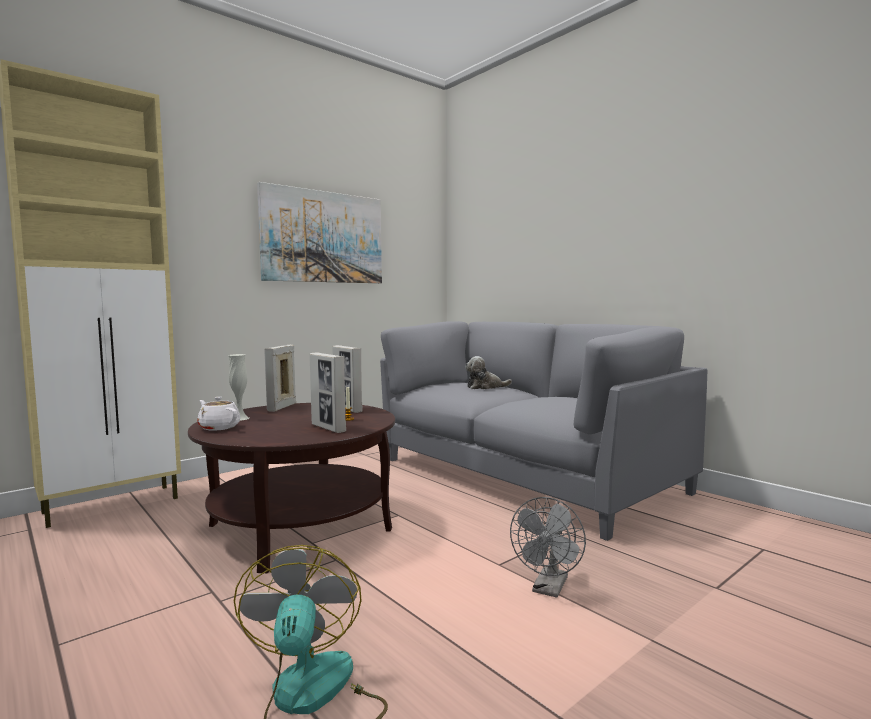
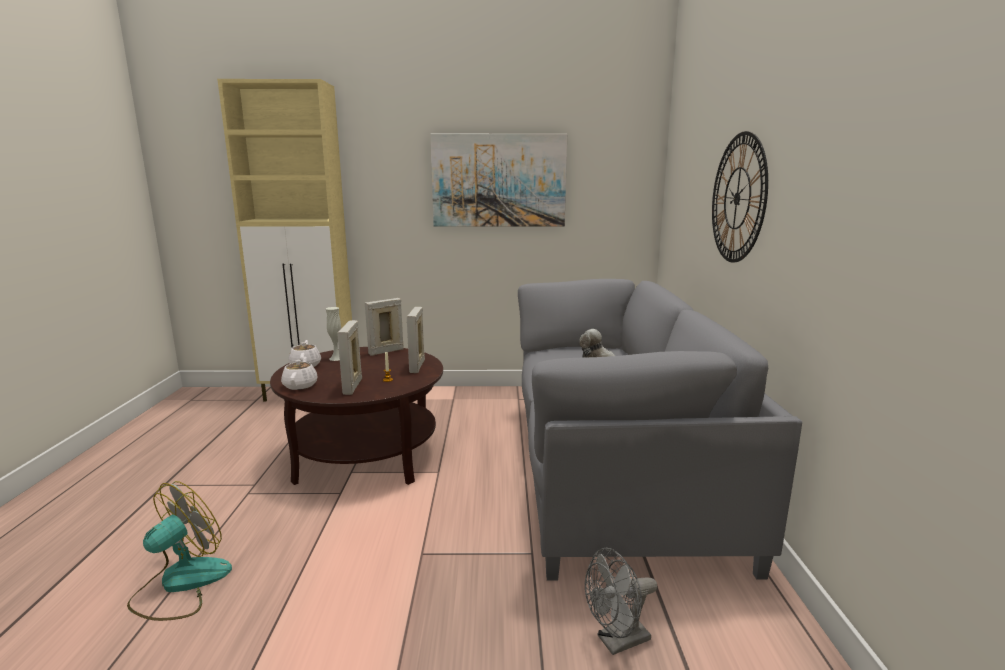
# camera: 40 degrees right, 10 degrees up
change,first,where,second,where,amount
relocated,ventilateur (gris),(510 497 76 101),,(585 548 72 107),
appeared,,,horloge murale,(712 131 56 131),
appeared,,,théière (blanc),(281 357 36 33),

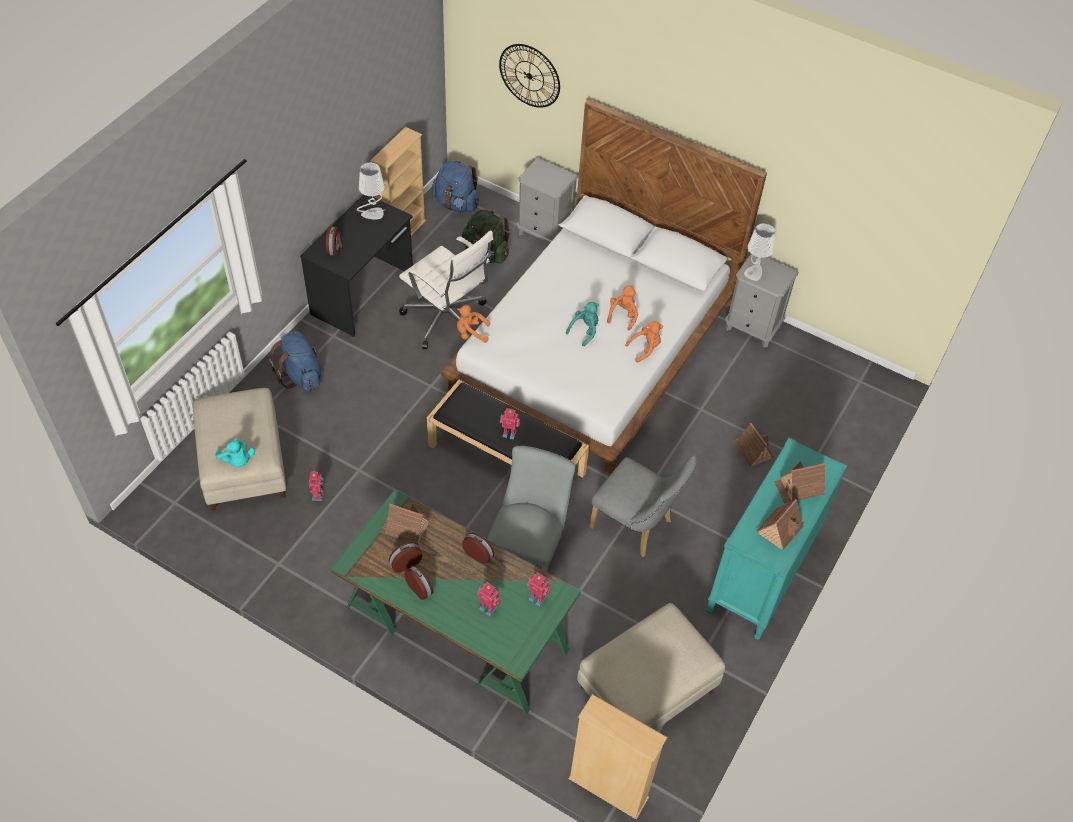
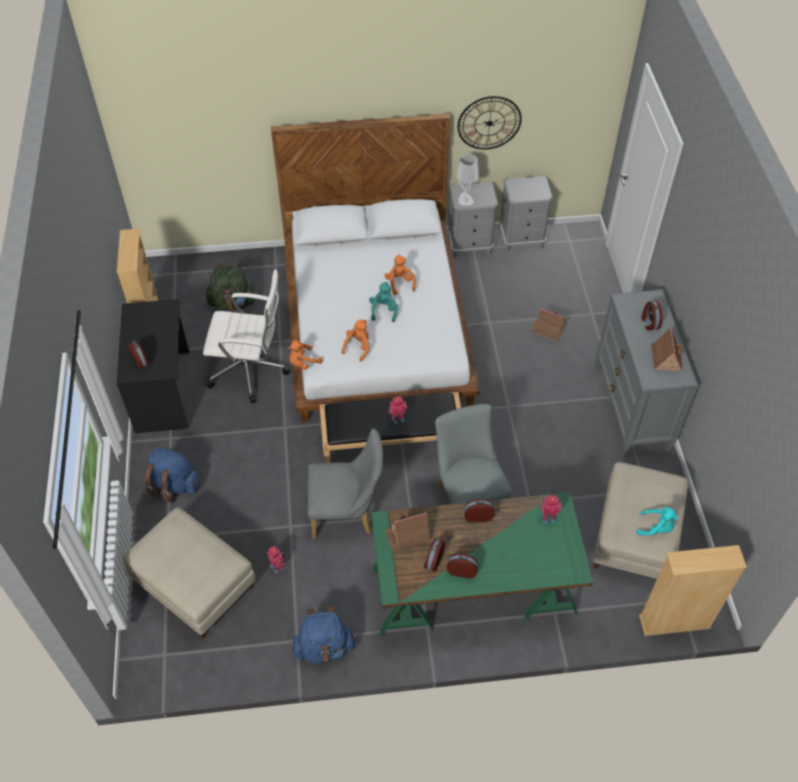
# camera: 35 degrees left, 0 degrees up
change,first,where,second,where,amount
relocated,horloge murale,(499 44 61 64),,(458 96 64 53),
relocated,table de chevet (gris),(516 158 62 85),,(499 176 54 76),
relocated,sac à dos (bleu),(432 161 47 51),,(292 605 65 59),
missing,lampe de table (gris),(357 163 28 57),,,
relocated,peluche (orange),(625 321 38 42),,(342 320 28 41),
relocated,peluche (turquoise),(215 438 40 29),,(636 507 42 29),
colour,commode (turquoise),(707 438 140 202),commode (gris),(595 289 103 169),
relocated,chaise (gris),(589 455 108 102),,(308 428 75 111),
exchanged,maison miniature,(774 461 52 43),réveil,(642 301 20 30),
missing,robot jouet,(477 582 24 34),,,

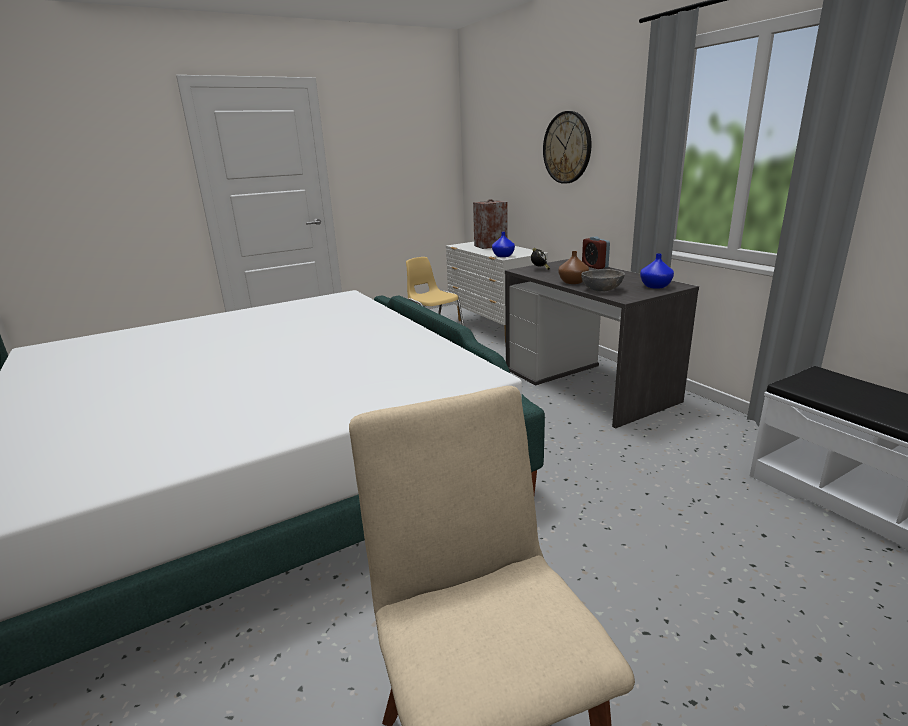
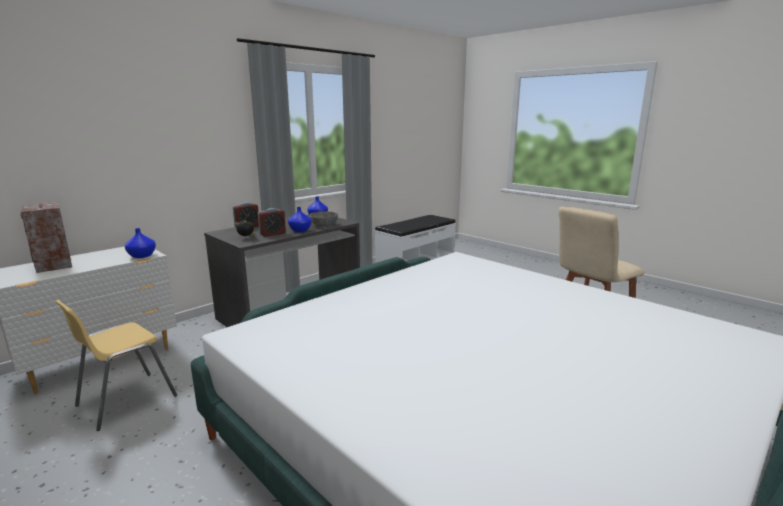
# camera: 105 degrees left, 5 degrees down
change,first,where,second,where,amount
missing,horloge murale,(543 111 49 73),,,
colour,vase (marron),(559 251 30 33),vase (bleu),(288 207 24 25),
appeared,,,réveil,(258 208 28 29),

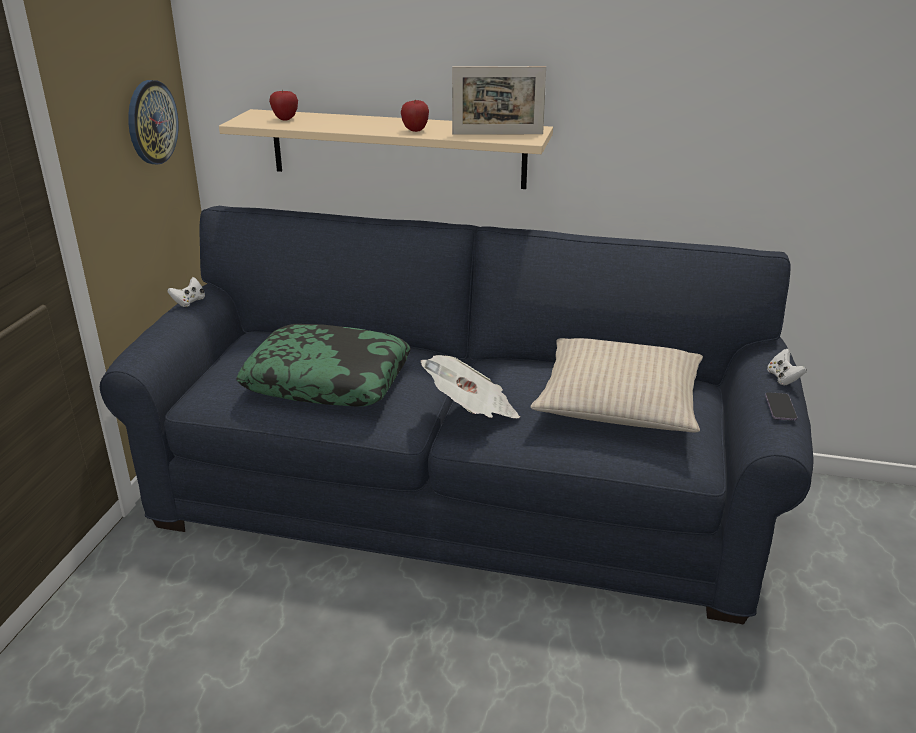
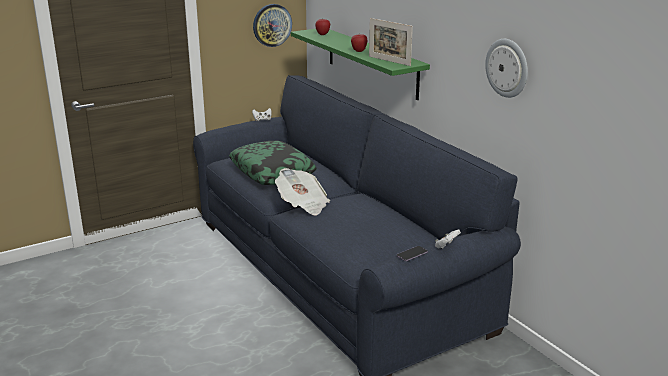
# camera: 45 degrees right, 5 degrees down
change,first,where,second,where,amount
colour,étagère (beige),(219 109 334 80),étagère (vert),(291 29 139 71),
missing,coussin (beige),(530 338 173 94),,,
appeared,,,horloge murale,(485 39 43 59),

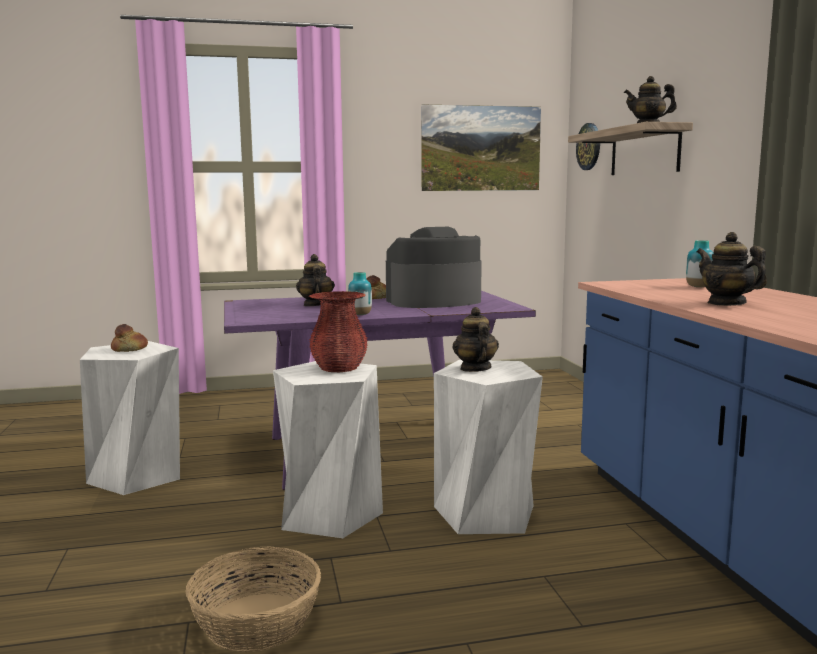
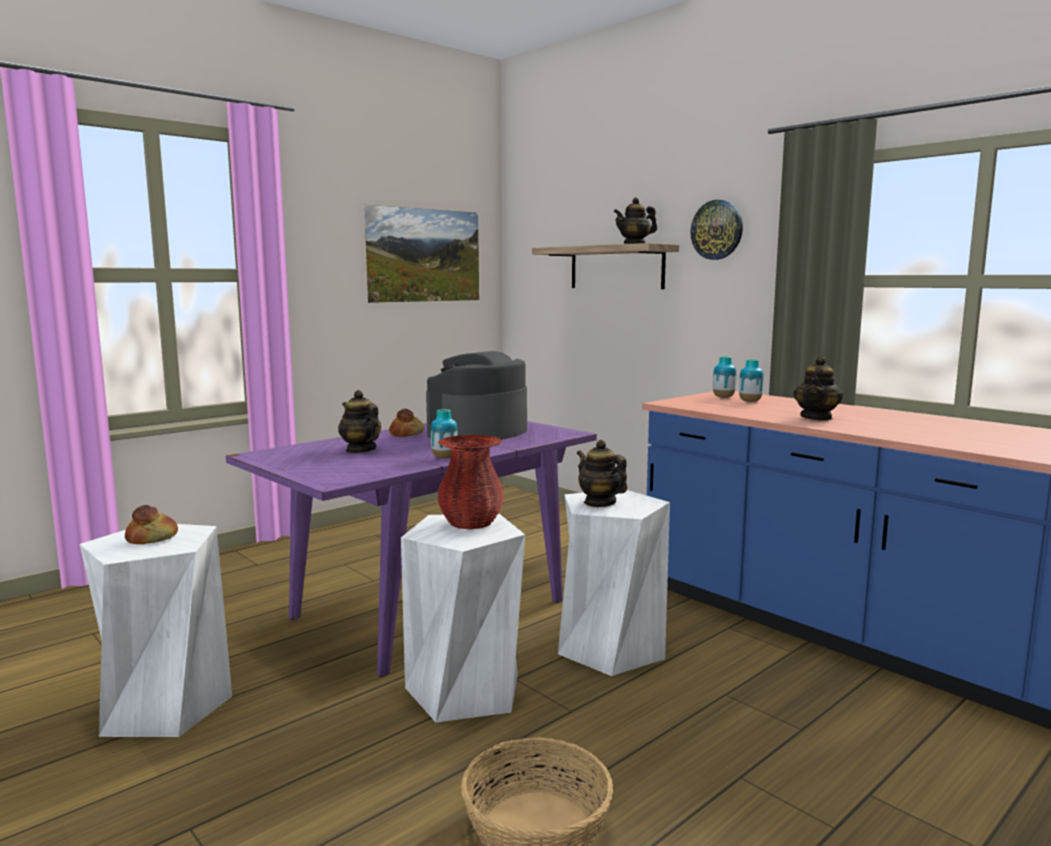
# camera: 30 degrees left, 0 degrees up
change,first,where,second,where,amount
relocated,horloge murale,(576 123 24 47),,(691 200 52 60),
spun,théière,(697 232 70 74),,(793 356 50 65),90 degrees counterclockwise
appeared,,,vase,(713 357 23 41),

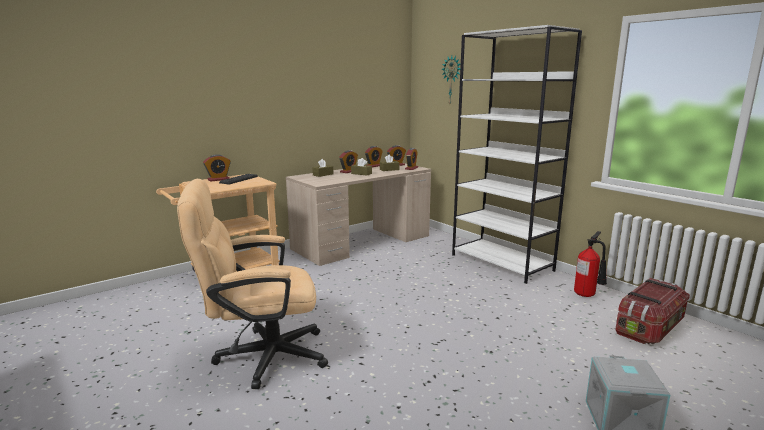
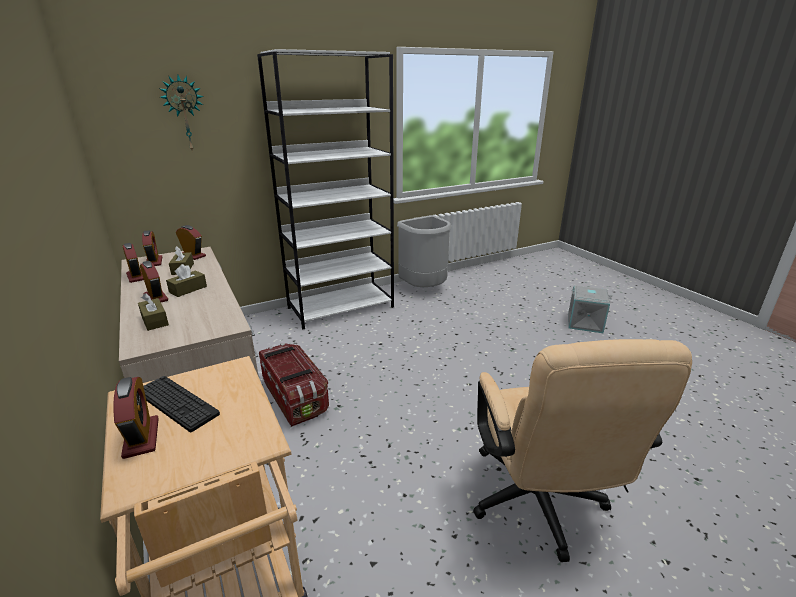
# camera: 80 degrees left, 10 degrees up
change,first,where,second,where,amount
exchanged,extincteur,(574 231 33 66),poubelle (gris),(397 215 55 72),
relocated,boîte de rangement,(615 278 75 66),,(259 343 70 84),

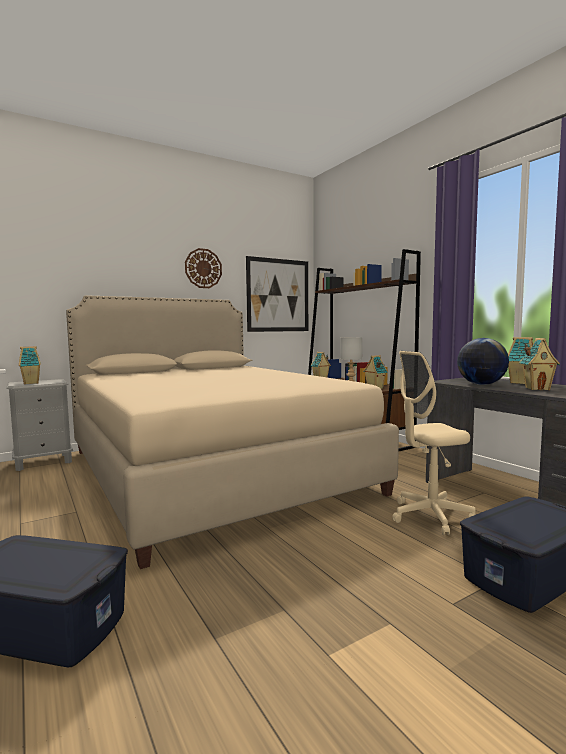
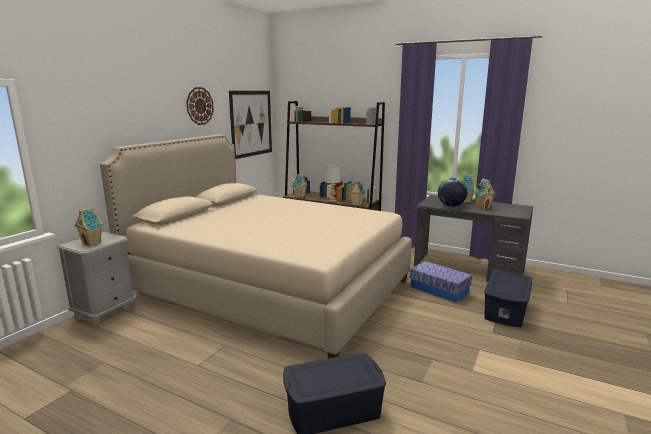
# camera: 30 degrees left, 10 degrees up
change,first,where,second,where,amount
exchanged,chaise de bureau (beige),(392 351 84 184),boîte de rangement,(410 261 62 42),

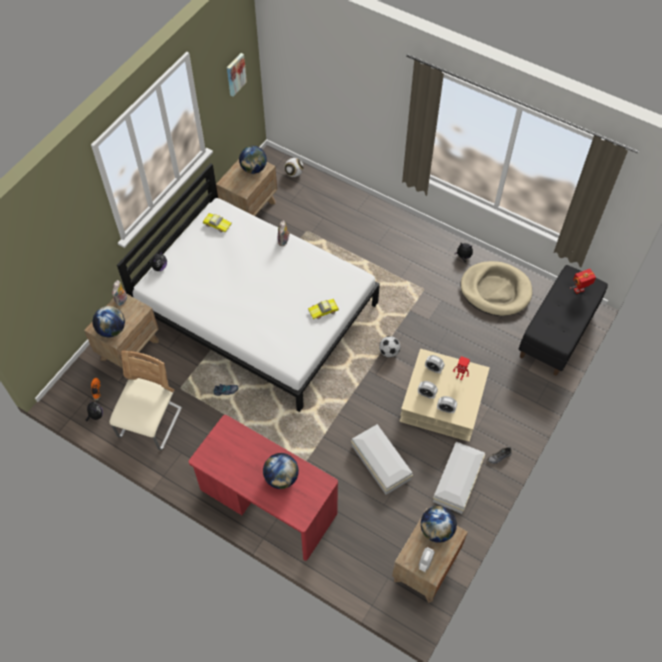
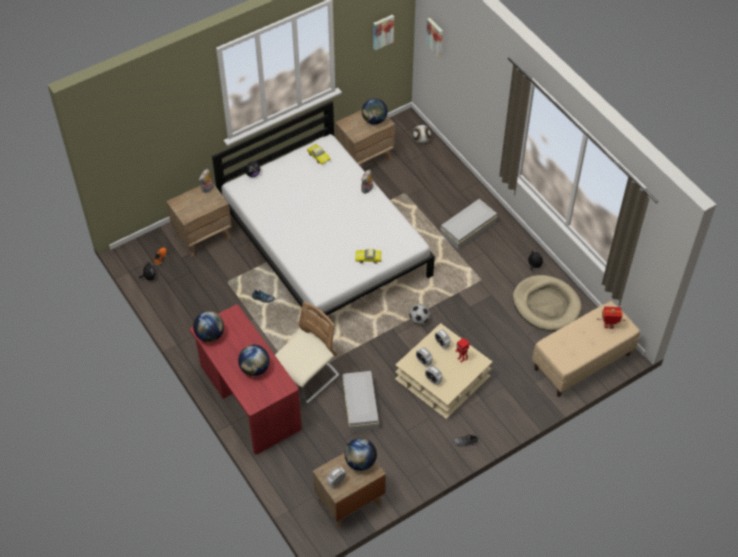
# camera: 25 degrees right, 5 degrees down
change,first,where,second,where,amount
colour,banc (noir),(518 265 90 111),banc (beige),(532 301 108 96),
relocated,globe,(92 306 33 31),,(193 311 31 31),
relocated,chaise (beige),(109 351 73 99),,(275 302 65 102),
relocated,boîte de rangement (blanc),(433 441 52 73),,(440 199 58 51),
appeared,,,tableau,(426 18 17 39),

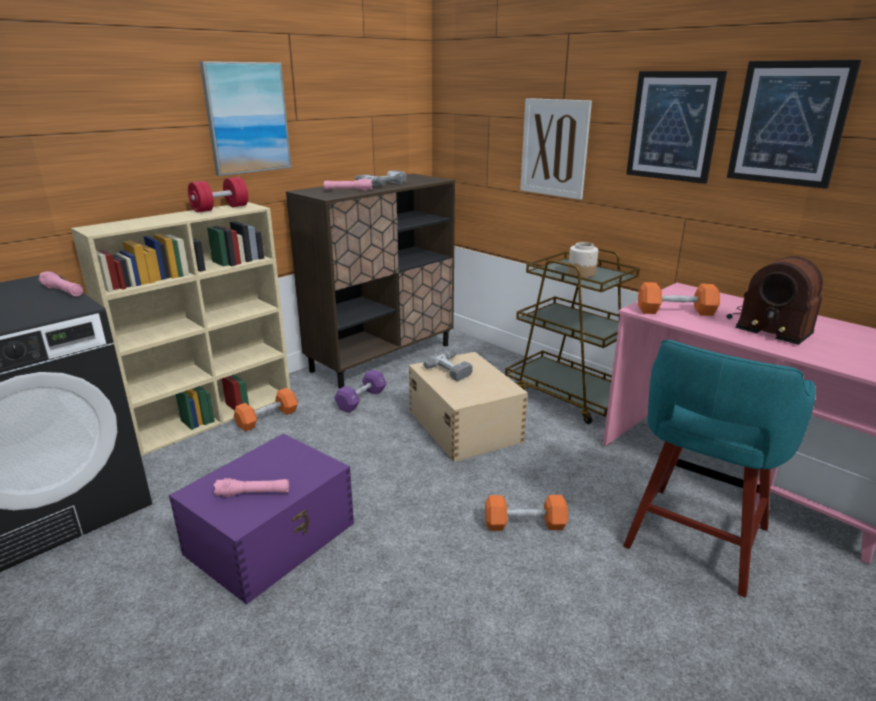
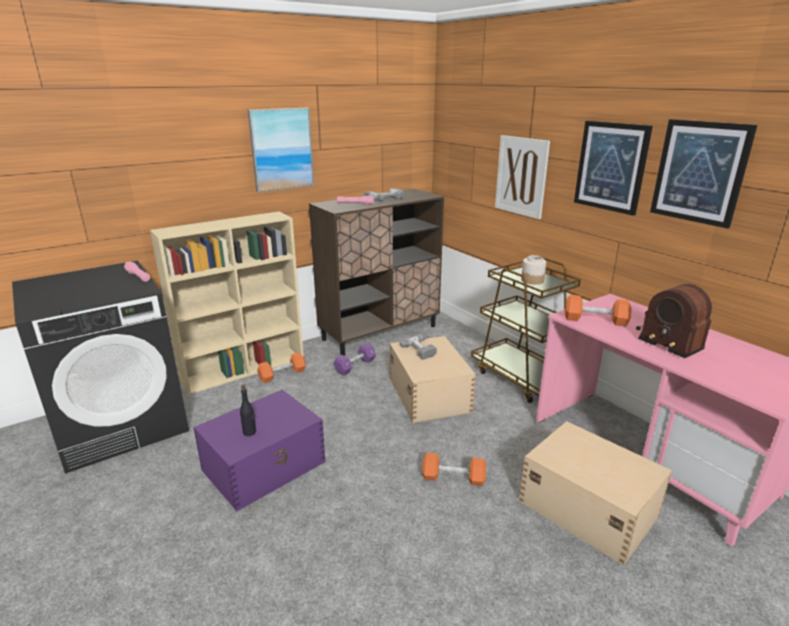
# camera: 10 degrees right, 0 degrees up
change,first,where,second,where,amount
missing,haltère (rouge),(188 177 60 35),,,
exchanged,tabouret (turquoise),(623 340 193 258),boîte de rangement (beige),(519 421 153 145),
exchanged,lampe de poche (rose),(214 478 75 19),bouteille (noir),(240 384 16 52),

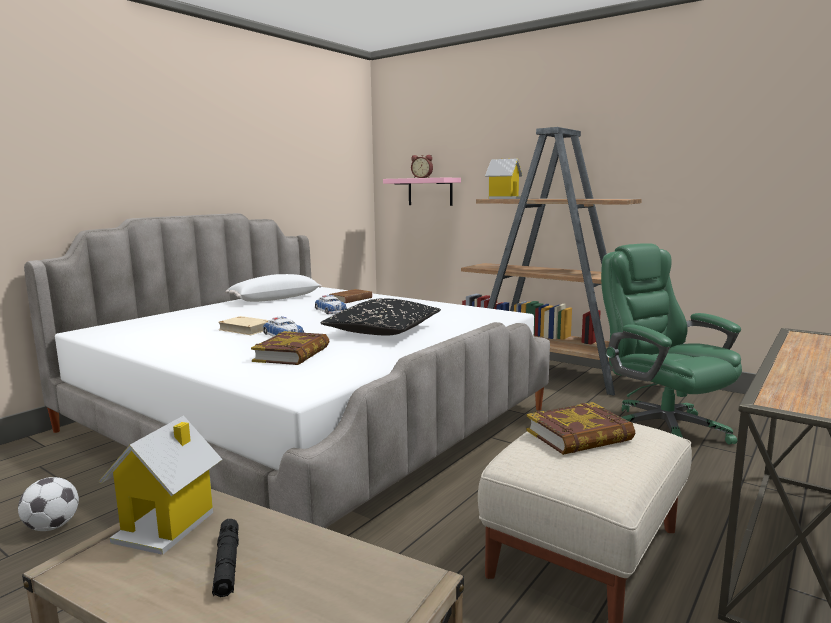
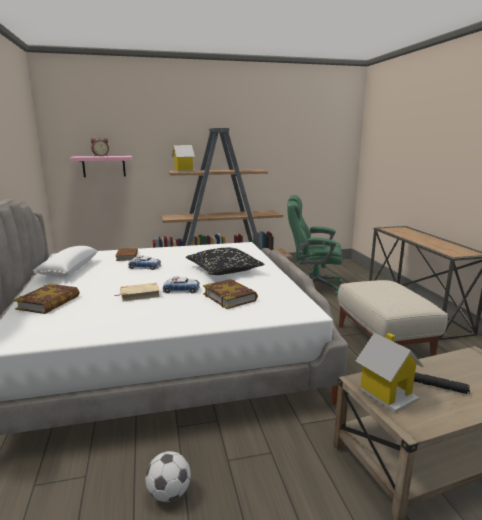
# camera: 50 degrees left, 5 degrees up
change,first,where,second,where,amount
relocated,livre,(526 402 109 53),,(14 284 65 30),

